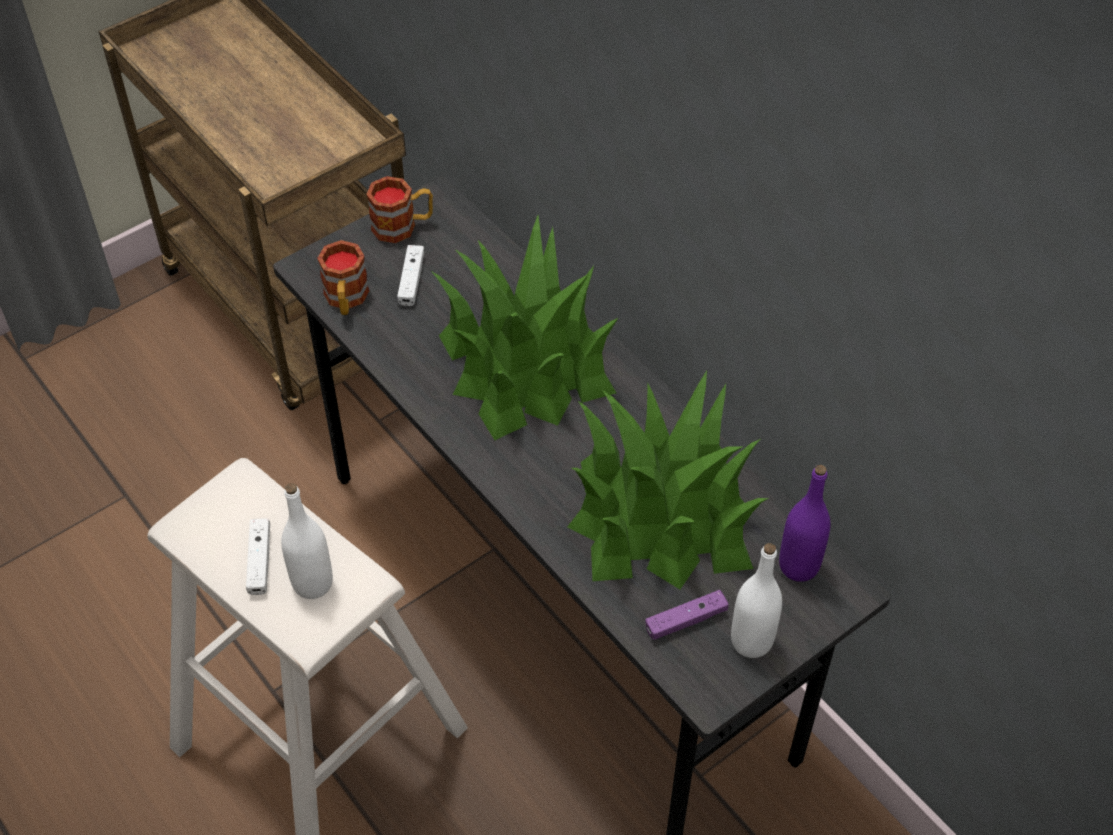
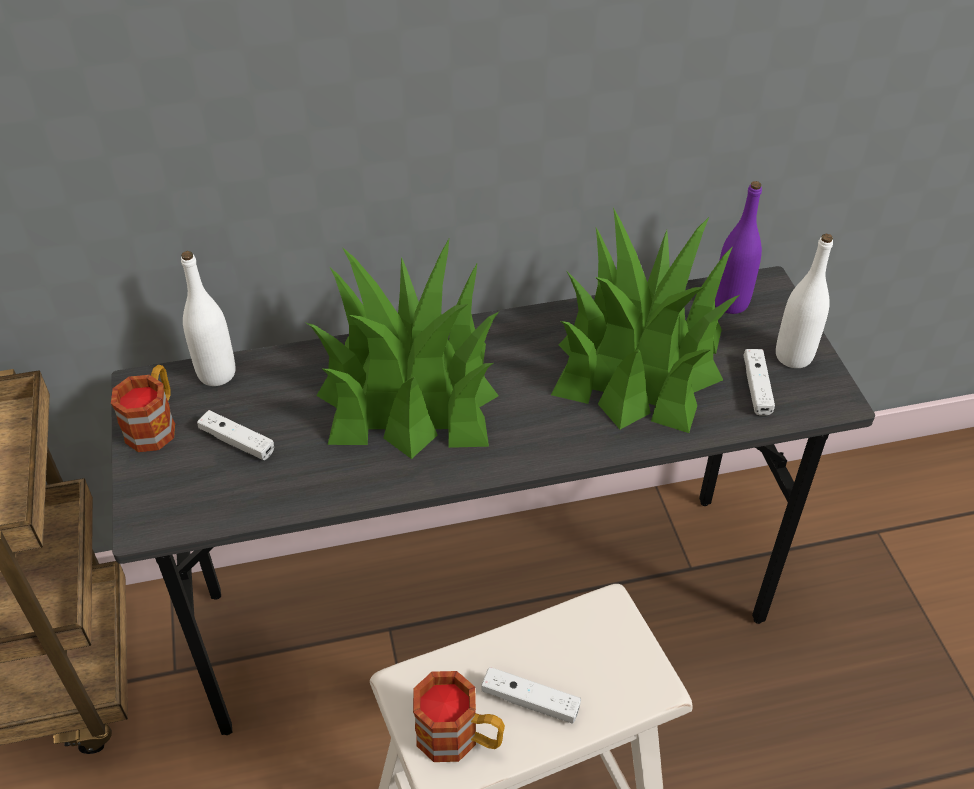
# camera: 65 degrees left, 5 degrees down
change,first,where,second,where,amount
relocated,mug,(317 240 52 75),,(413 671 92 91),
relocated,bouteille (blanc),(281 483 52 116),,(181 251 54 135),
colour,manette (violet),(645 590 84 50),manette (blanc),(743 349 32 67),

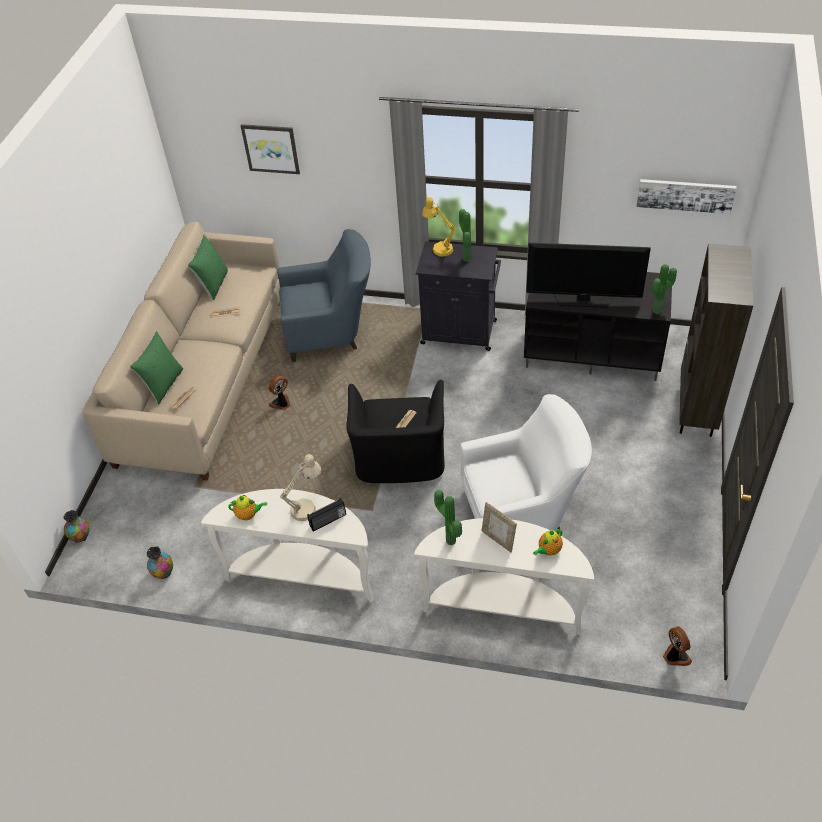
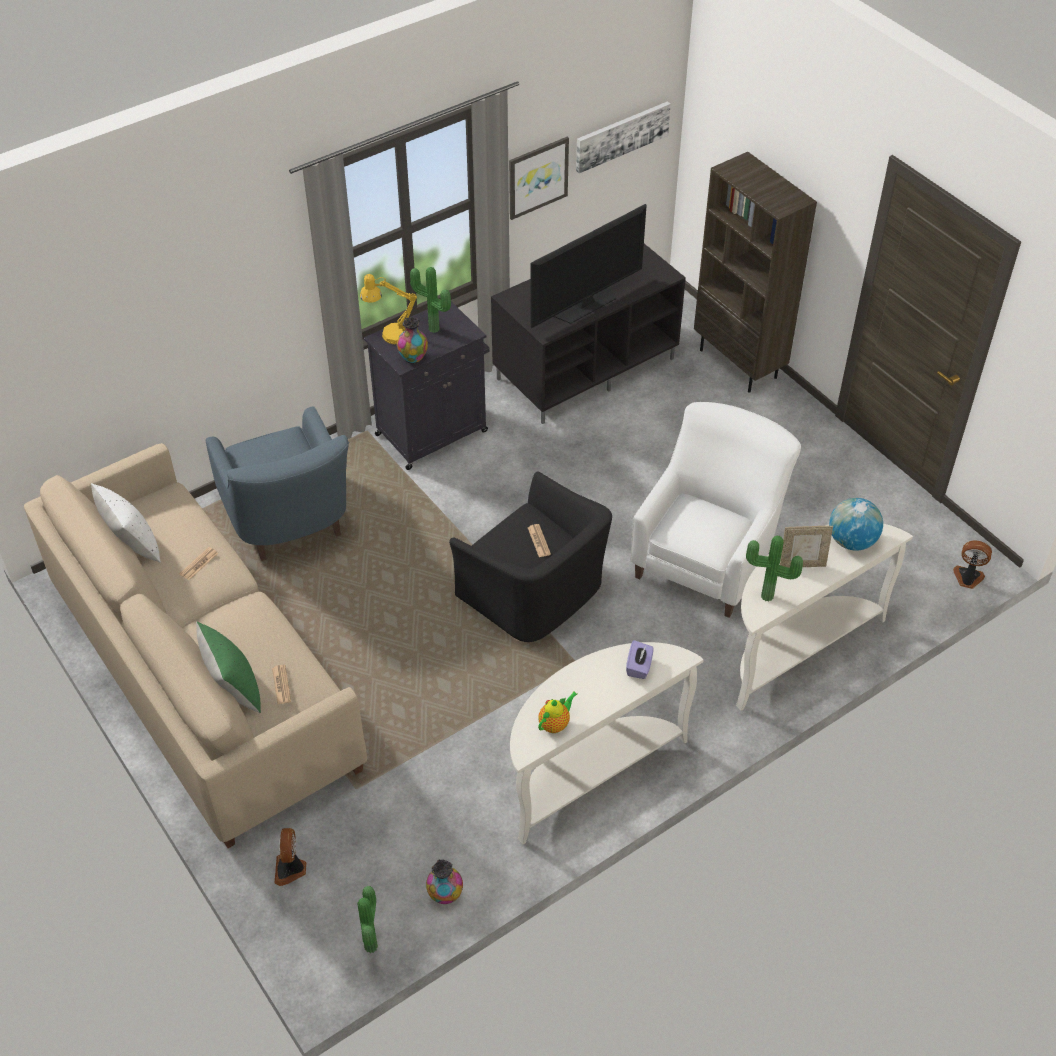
# camera: 50 degrees left, 0 degrees up
change,first,where,second,where,amount
relocated,tableau,(240 124 60 50),,(509 137 60 83),
spun,fauteuil (bleu),(277 229 94 133),,(206 406 143 155),120 degrees clockwise
colour,coussin (vert),(188 235 40 66),coussin (blanc),(91 483 70 79),
relocated,plante en pot,(652 264 25 50),,(357 886 21 67),
relocated,ventilateur,(268 375 23 35),,(275 828 31 58),
missing,lampe de table (beige),(280 454 41 67),,,
exchanged,radio,(307 498 39 34),boîte à mouchoirs (violet),(626 640 27 39),
relocated,vase,(63 510 27 33),,(397 317 31 47),
exchanged,théière,(533 529 30 27),globe,(829 498 54 53),

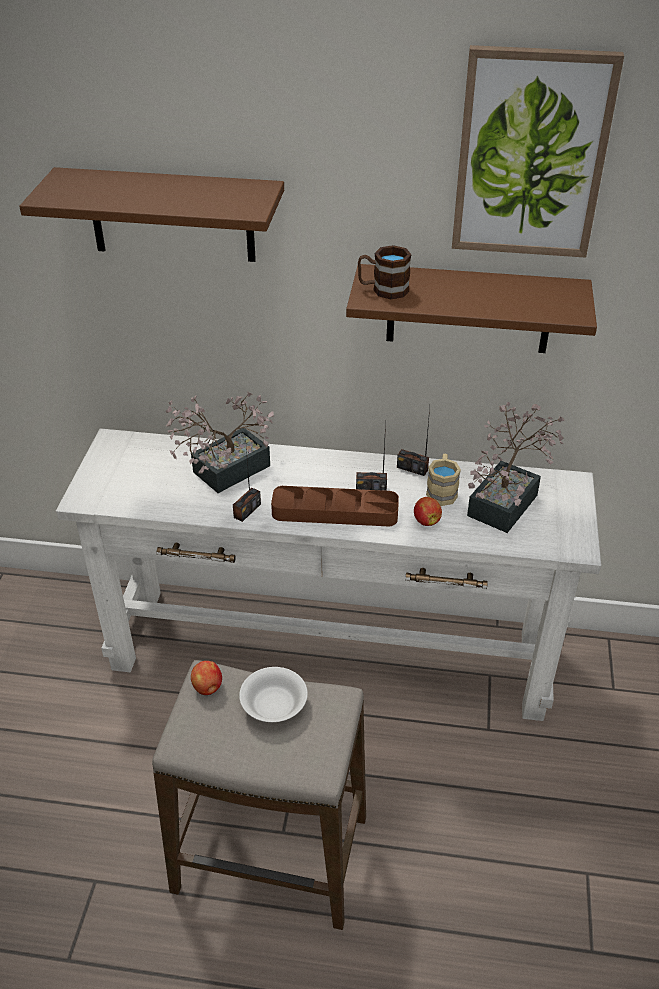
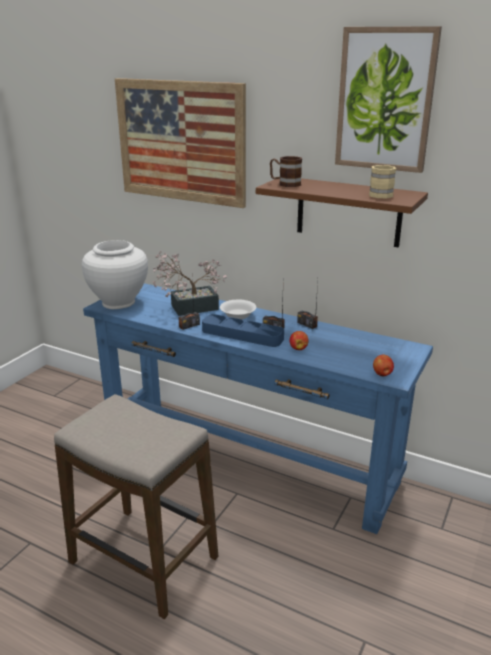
# camera: 20 degrees right, 15 degrees down
change,first,where,second,where,amount
exchanged,étagère (marron),(19 167 265 95),tableau,(115 78 131 130),
missing,plante en pot,(467 402 98 131),,,
colour,table console (blanc),(56 429 545 292),table console (bleu),(83 283 350 251),
relocated,mug (beige),(426 454 35 52),,(369 165 27 33),
colour,plateau (marron),(271 486 128 41),plateau (bleu),(202 314 82 33),
relocated,pomme,(191 661 31 34),,(373 355 21 21),
relocated,bol (blanc),(239 667 69 55),,(220 300 36 19),
appeared,,,vase (blanc),(82 240 66 69),

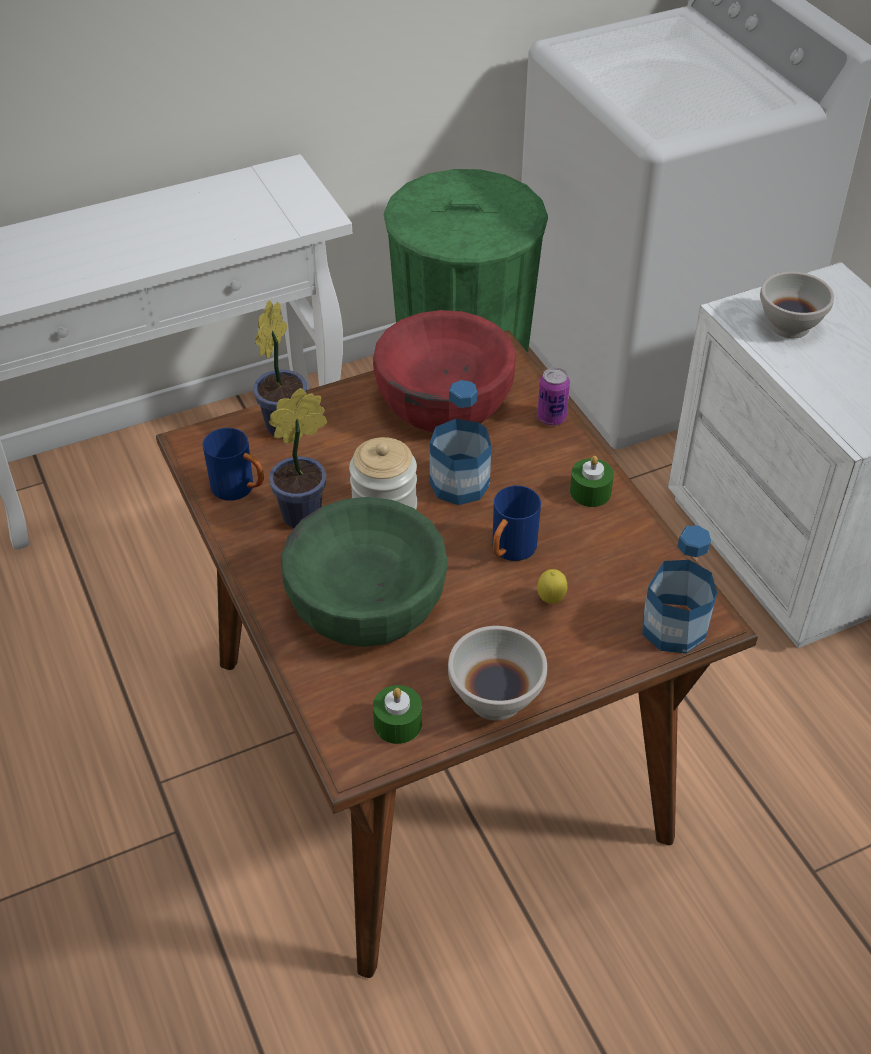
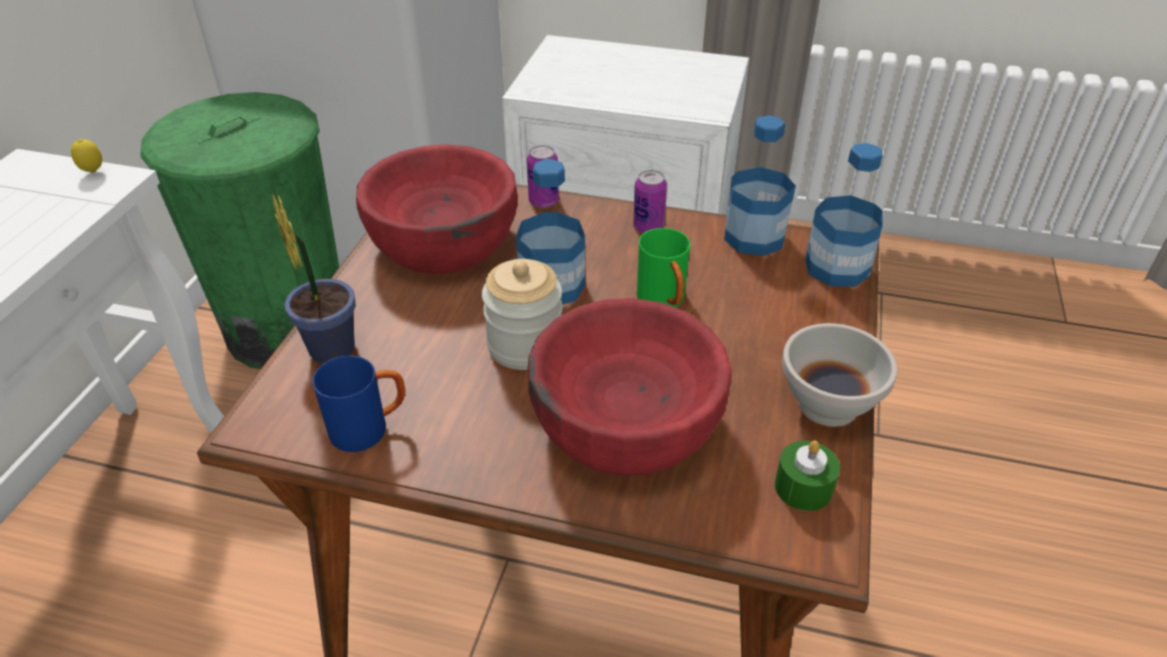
# camera: 50 degrees left, 5 degrees down
change,first,where,second,where,amount
missing,bol (blanc),(760 271 74 67),,,
missing,plante en pot,(269 388 58 140),,,
exchanged,bougie (vert),(570 456 44 51),boîte métallique,(633 170 34 63),
colour,mug (bleu),(492 485 49 76),mug (vert),(637 228 53 80),
colour,bol (vert),(281 497 167 150),bol (rouge),(528 298 204 178),
relocated,citron,(537 569 30 35),,(71 139 31 34),
appeared,,,bouteille,(724 115 72 141),

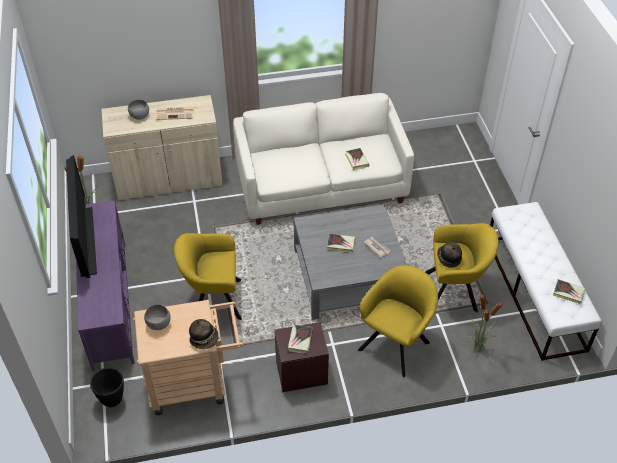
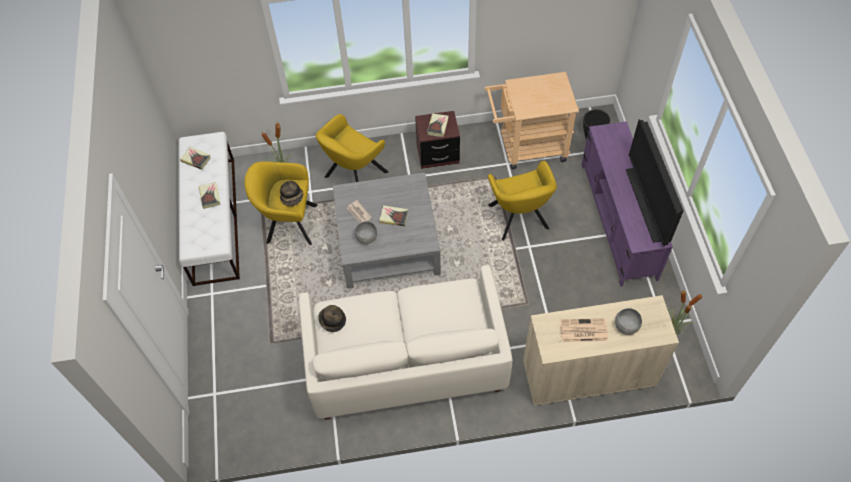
# camera: 175 degrees left, 10 degrees up
change,first,where,second,where,amount
relocated,livre,(345 148 24 22),,(199 182 22 27),
spun,fauteuil (jaune),(174 233 68 87),,(488 161 69 80),75 degrees clockwise
relocated,bol (gris),(144 305 27 25),,(355 221 22 23),
relocated,chapeau,(189 319 30 30),,(318 305 28 27),

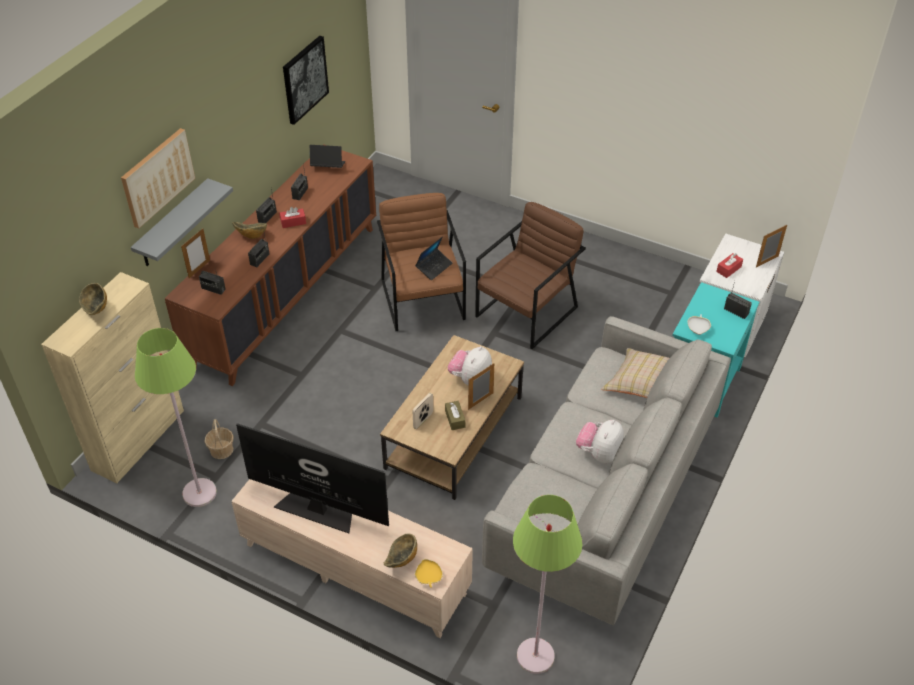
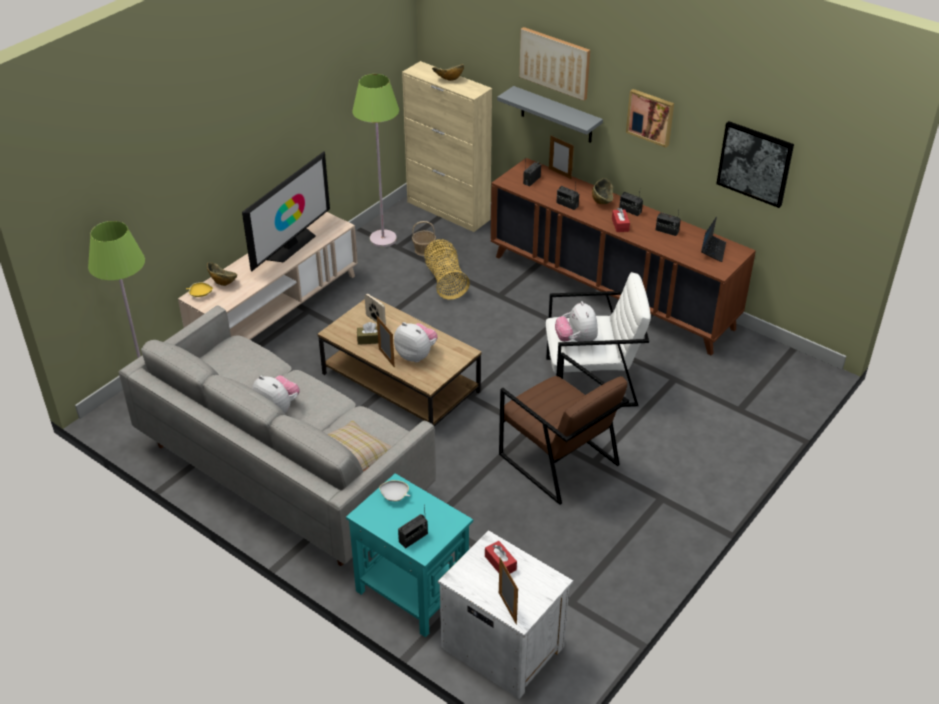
# camera: 100 degrees right, 5 degrees down
change,first,where,second,where,amount
colour,fauteuil (marron),(377 193 89 138),fauteuil (blanc),(546 272 105 135),
exchanged,ordinateur portable,(415 236 37 44),peluche,(555 301 43 41),
appeared,,,tableau,(626 89 48 59),
appeared,,,panier,(424 239 46 61),

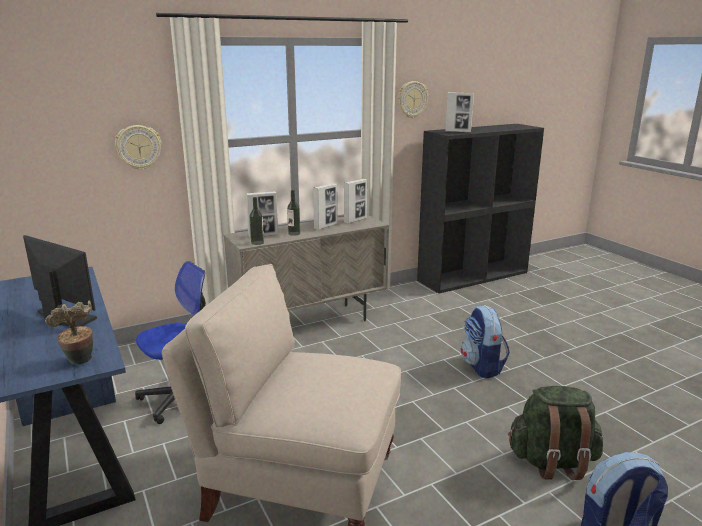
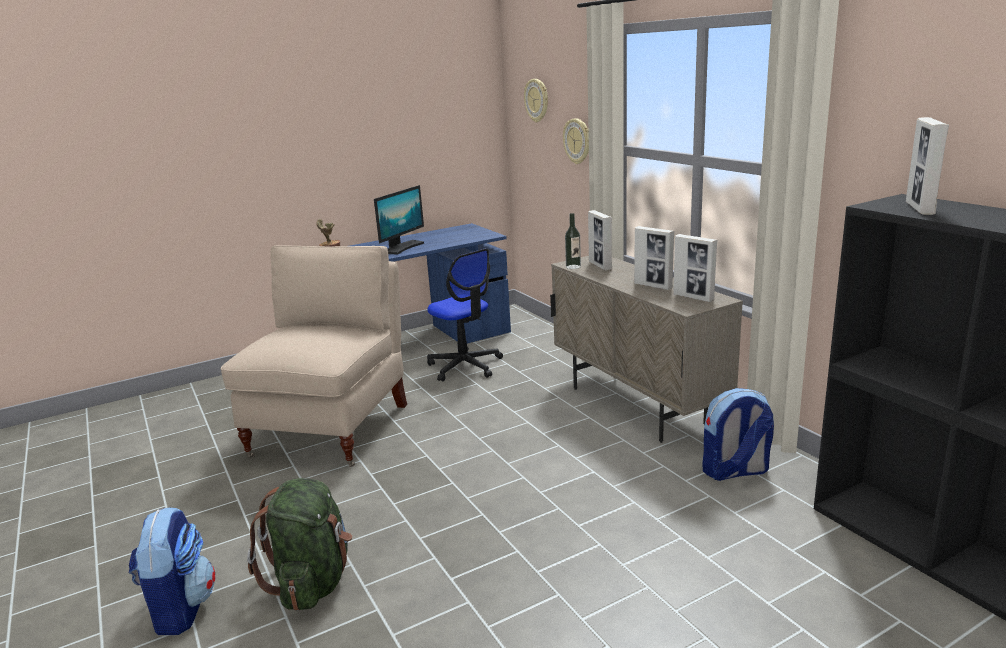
# camera: 90 degrees right, 0 degrees up
change,first,where,second,where,amount
relocated,horloge murale,(398 81 30 37),,(524 79 24 44),
missing,bouteille,(287 190 13 46),,,
relocated,sac à dos,(461 305 49 74),,(702 388 72 93),

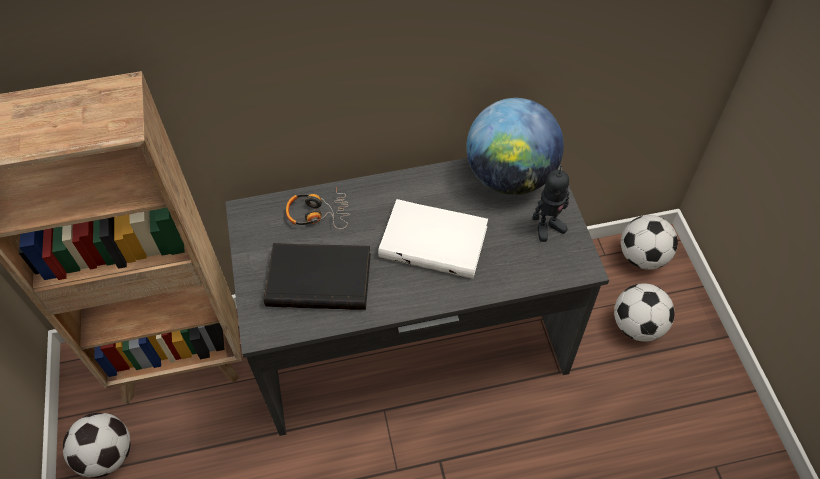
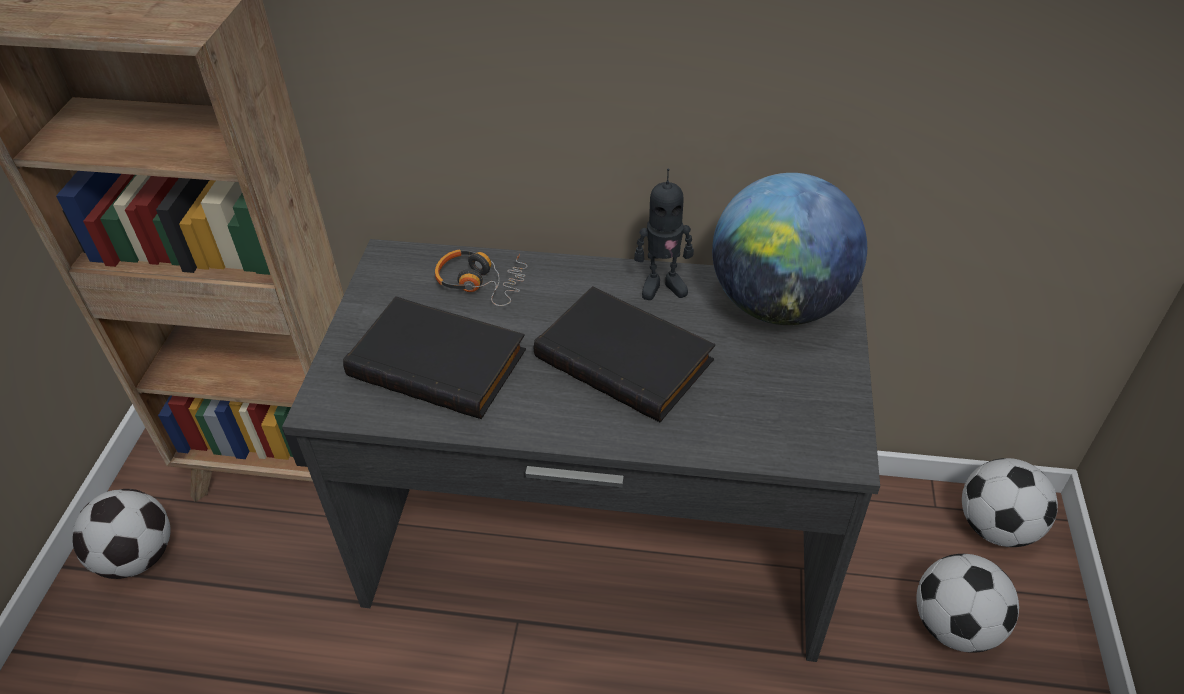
# camera: 20 degrees right, 10 degrees down
change,first,where,second,where,amount
relocated,robot jouet,(532 165 37 77),,(634 168 60 132),
colour,livre (blanc),(378 199 110 79),livre (noir),(534 286 181 136),

